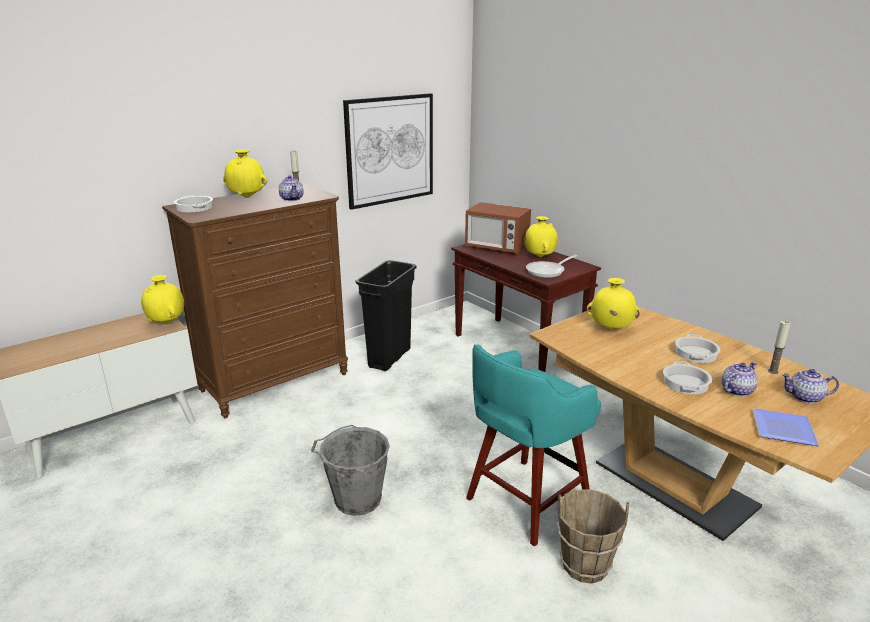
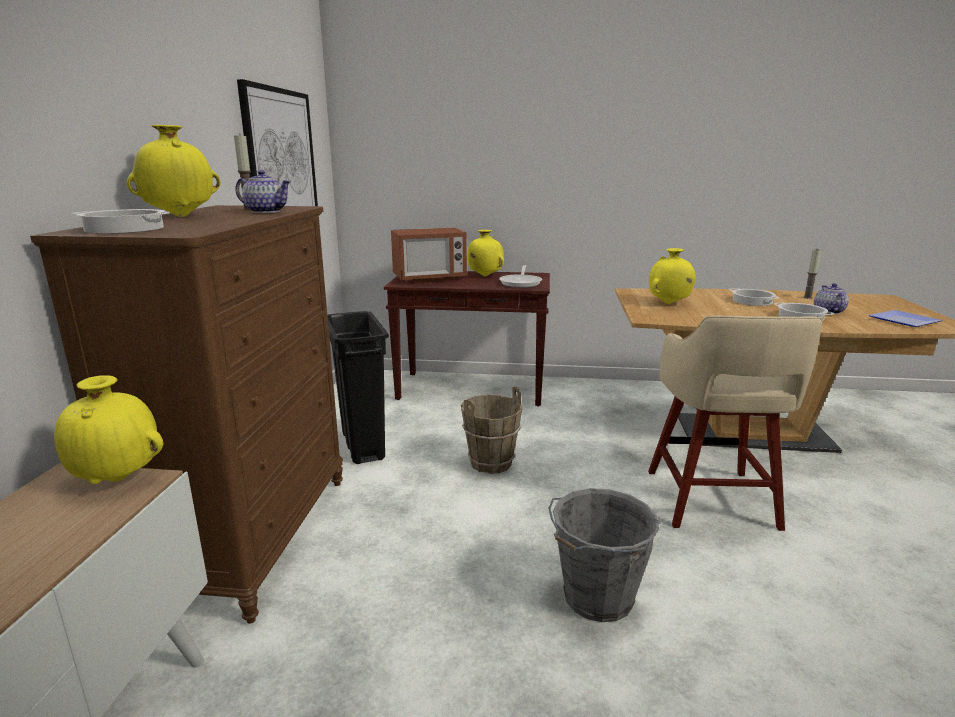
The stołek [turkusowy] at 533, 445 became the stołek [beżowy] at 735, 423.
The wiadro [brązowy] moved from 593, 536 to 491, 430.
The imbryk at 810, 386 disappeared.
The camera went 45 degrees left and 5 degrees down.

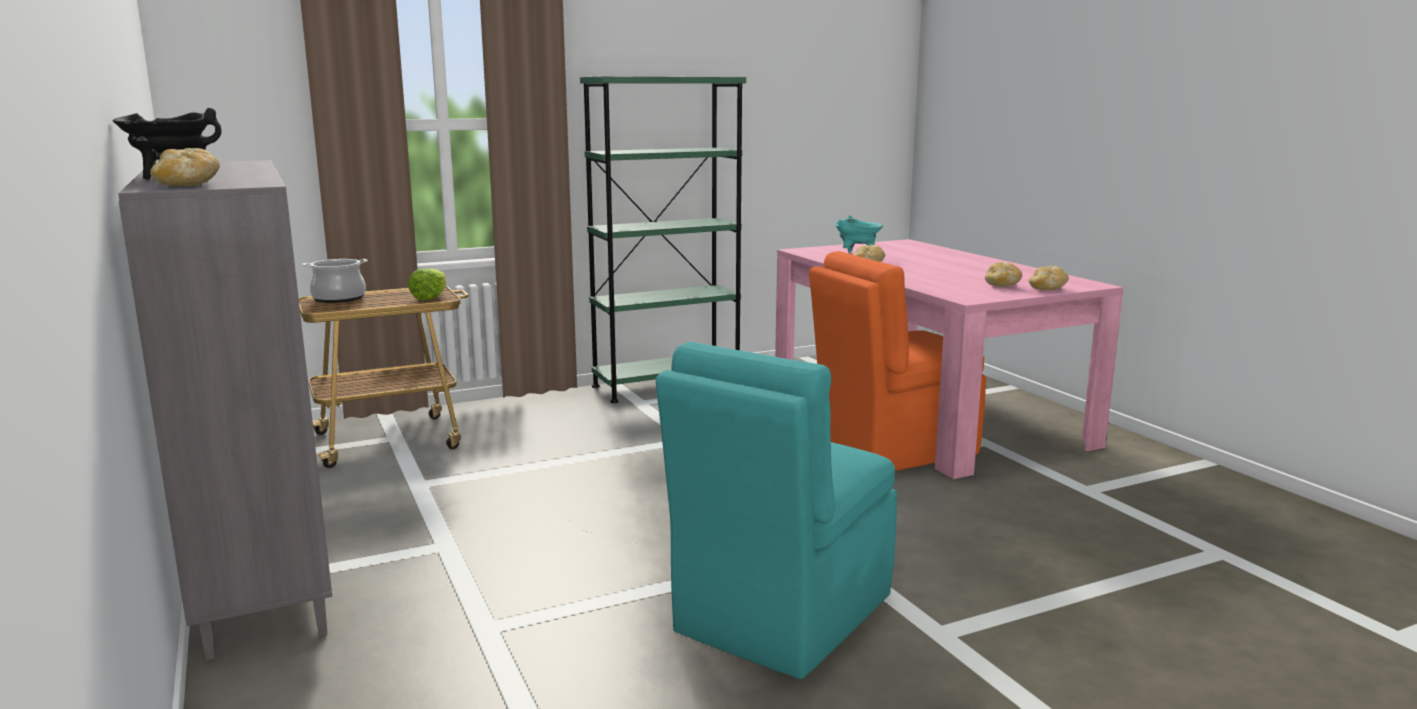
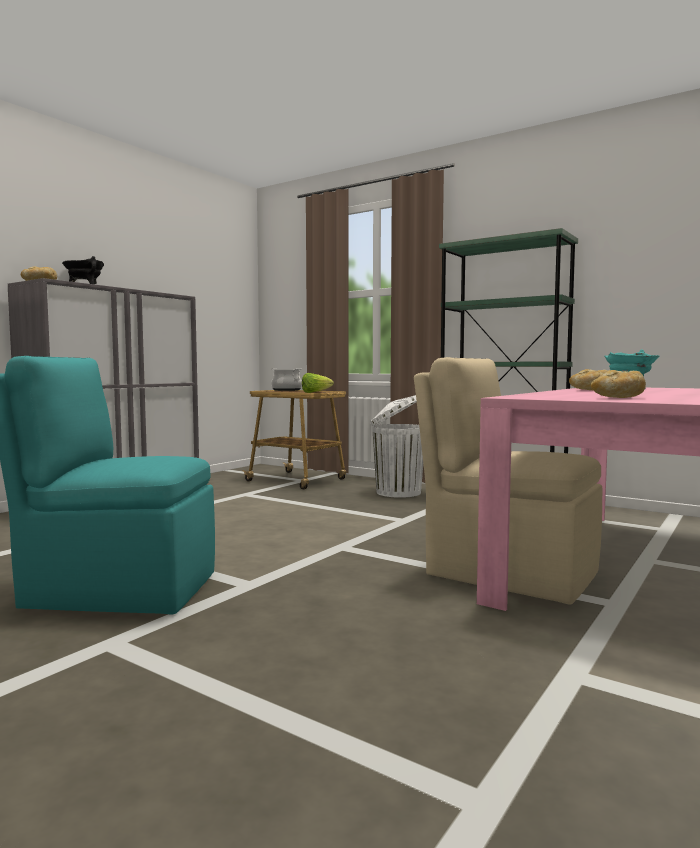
The krzesło [pomarańczowy] at 897, 361 became the krzesło [beżowy] at 508, 481.
The chleb at 1049, 278 disappeared.
The kosz na śmieci [biały] at 396, 446 appeared.
The camera went 60 degrees right and 10 degrees down.

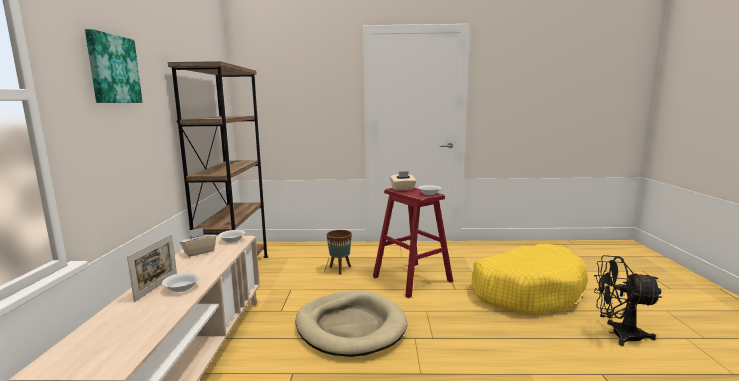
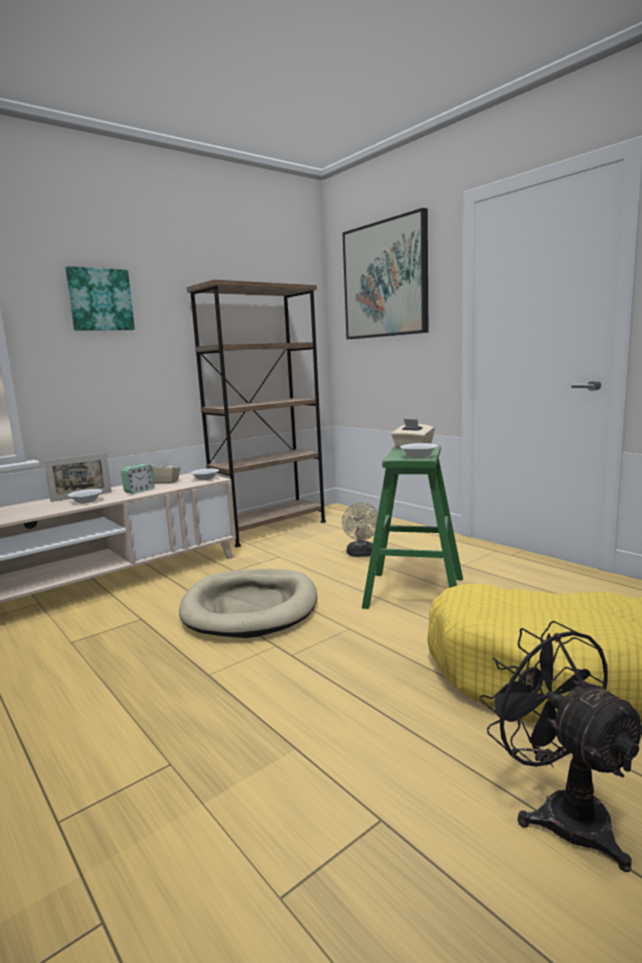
The donica [brązowy] at 339, 252 was replaced by the wentylator [beżowy] at 360, 529.
The stołek [czerwony] at 413, 243 became the stołek [zielony] at 412, 527.
The budzik at 138, 479 appeared.
The obraz at 385, 273 appeared.
The camera went 50 degrees right and 0 degrees up.

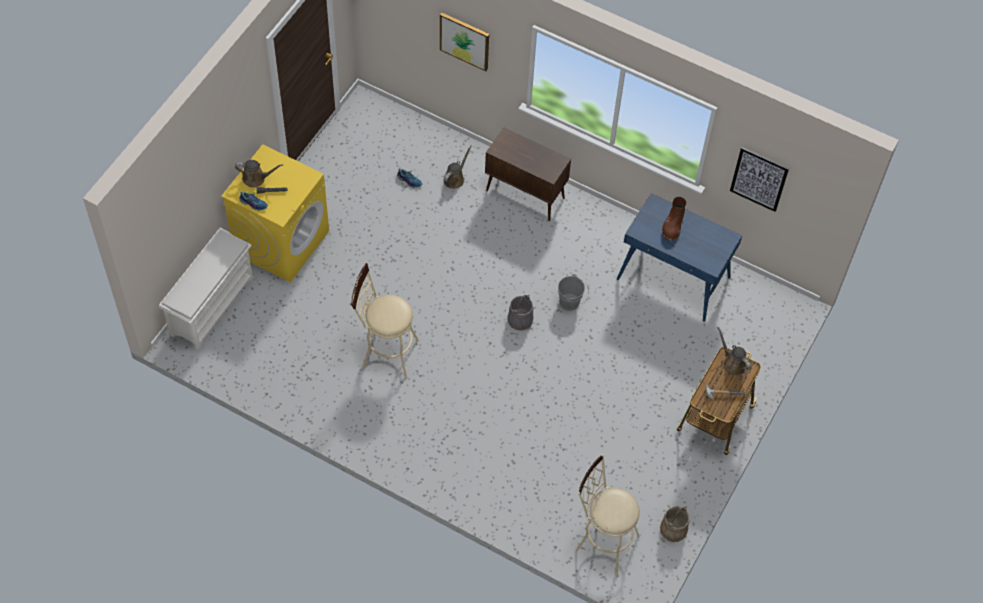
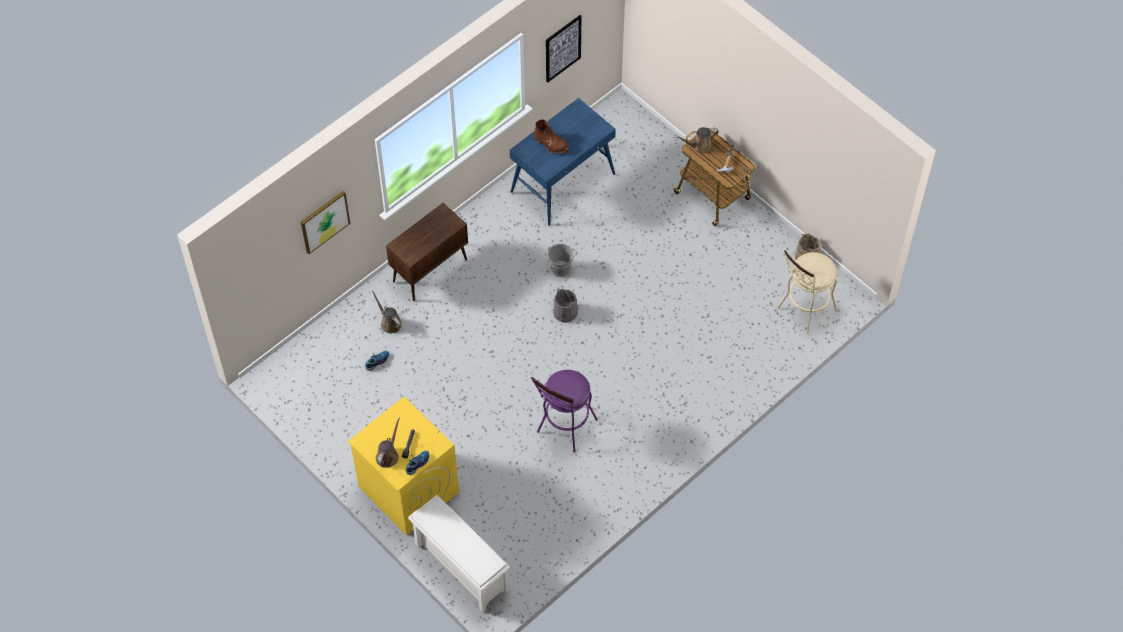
The stołek [beżowy] at 385, 320 became the stołek [fioletowy] at 564, 411.
The camera went 70 degrees left and 0 degrees up.

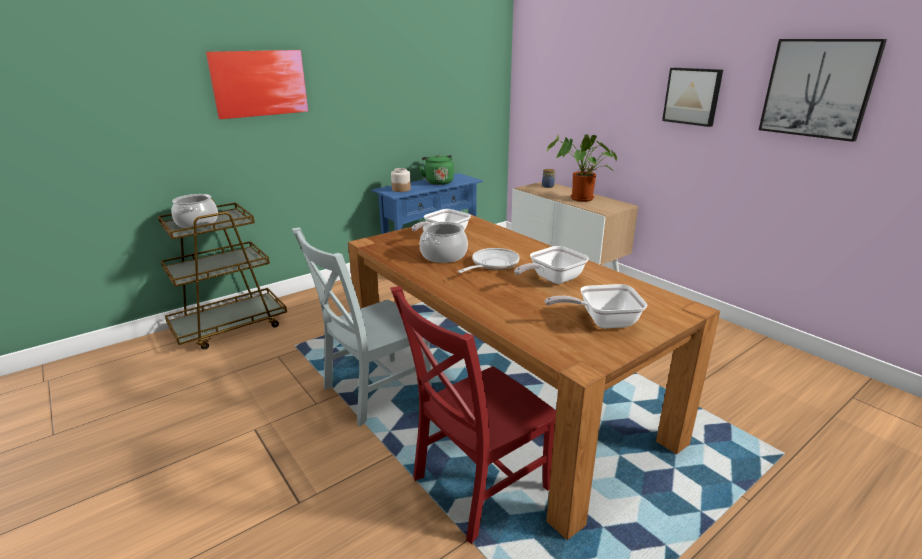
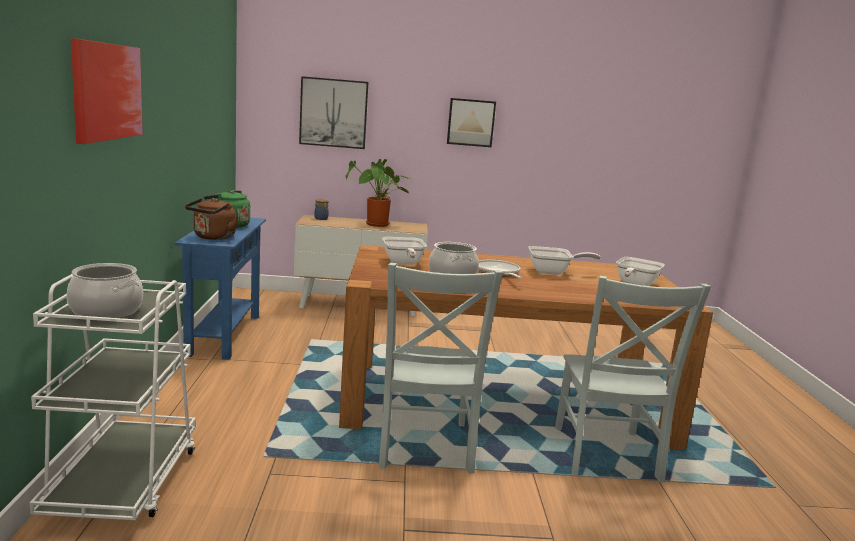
The wózek [brązowy] at 222, 274 became the wózek [biały] at 112, 397.
The krzesło [czerwony] at 473, 415 became the krzesło [szary] at 633, 379.
The słoik at 401, 180 was replaced by the czajnik [brązowy] at 211, 219.
The patelnia at 551, 265 turned 90 degrees counterclockwise.
The obraz moved from 823, 90 to 333, 112.
The camera went 55 degrees left and 10 degrees down.

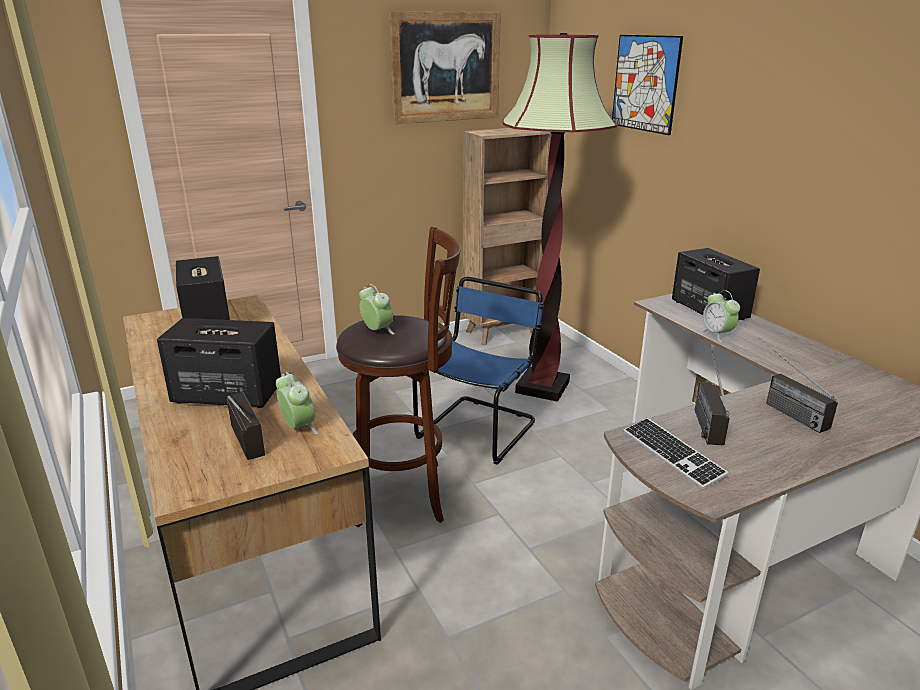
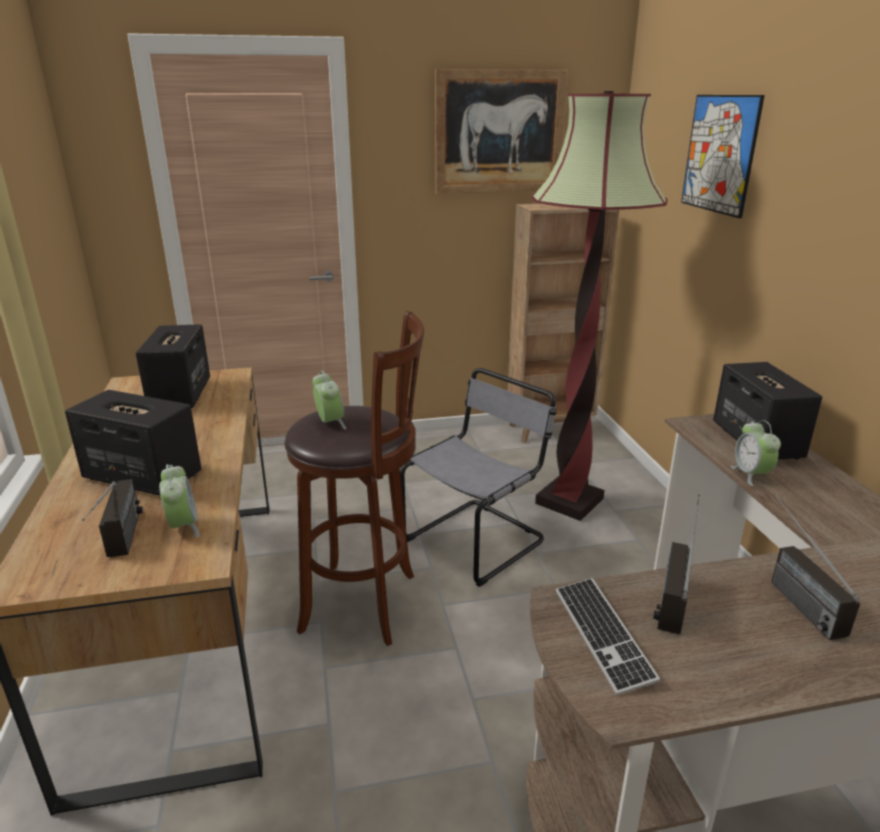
The krzesło [niebieski] at 478, 371 became the krzesło [szary] at 478, 477.
The camera went 15 degrees right and 0 degrees up.

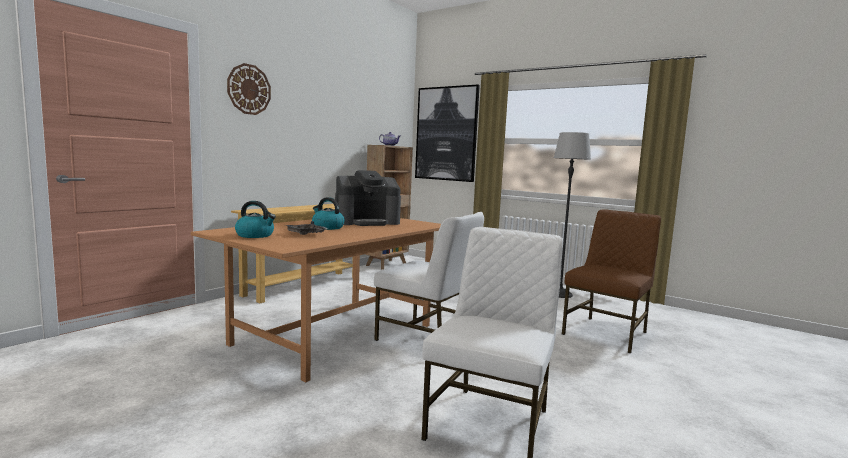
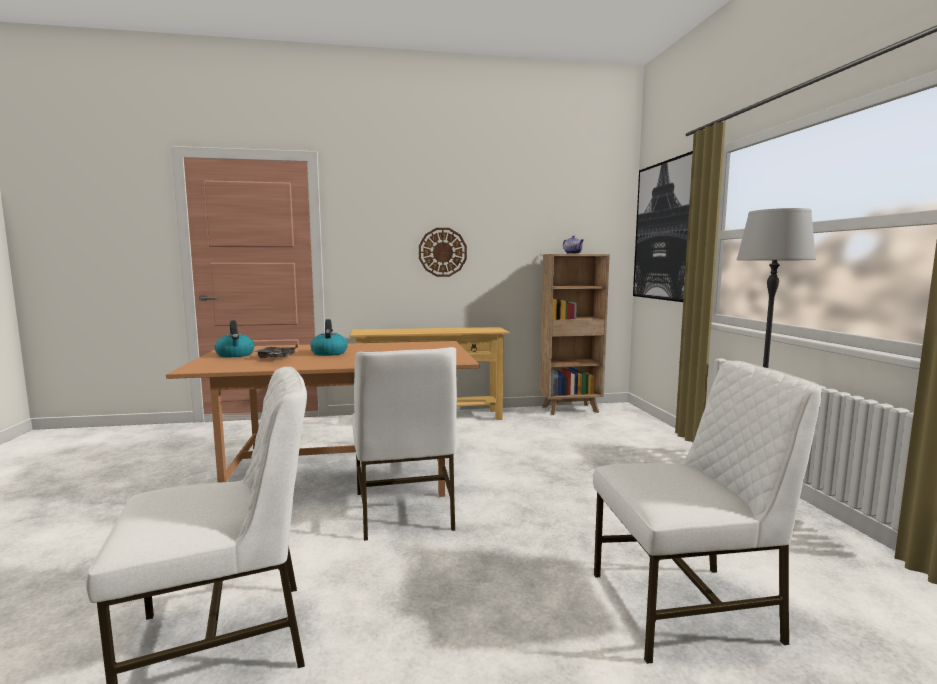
The zegar ścienny moved from 249, 89 to 443, 252.
The ekspres do kawy at 368, 198 disappeared.
The krzesło [brązowy] at 611, 281 became the krzesło [biały] at 707, 512.
The camera went 45 degrees right and 0 degrees up.

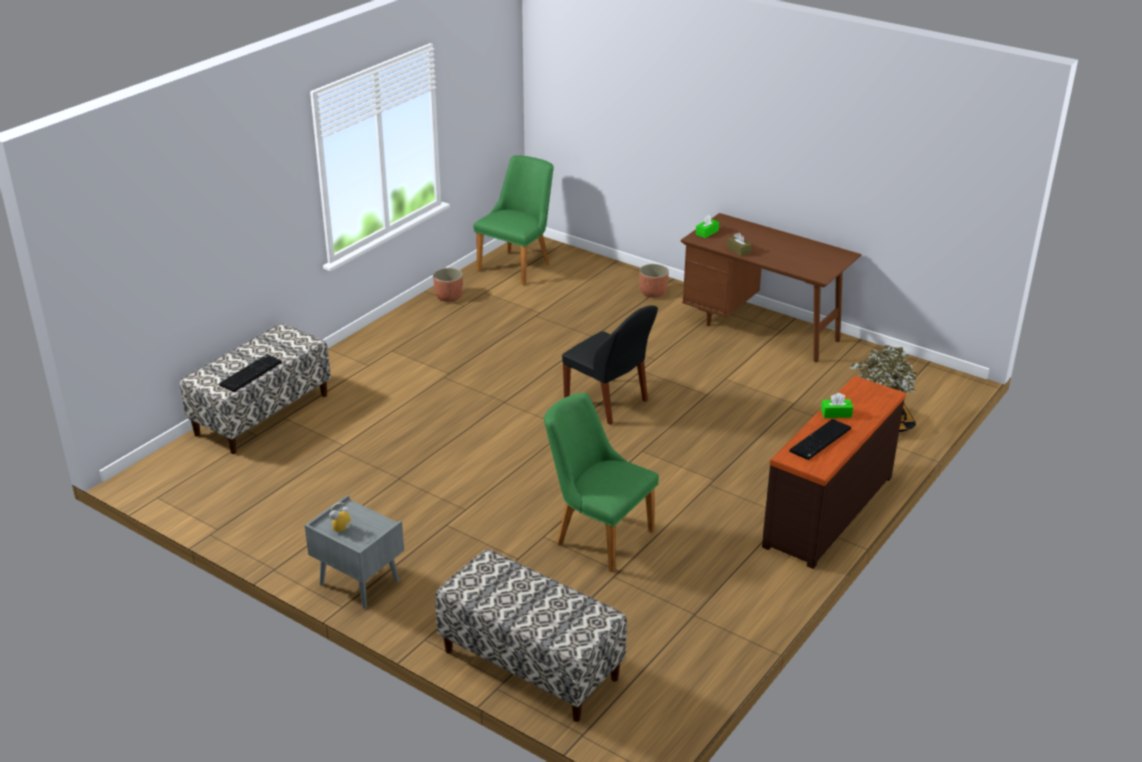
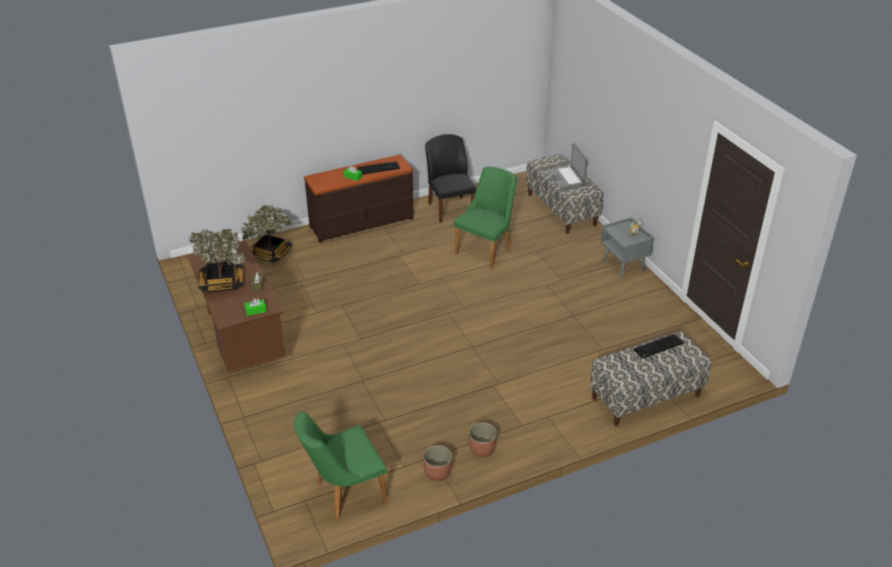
The krzesło [zielony] at 601, 483 turned 120 degrees counterclockwise.
The krzesło [czarny] moved from 610, 365 to 450, 178.
The donica moved from 654, 281 to 483, 440.
The roślina doniczkowa at 216, 260 appeared.
The laptop at 567, 165 appeared.
The camera went 150 degrees left and 5 degrees up.

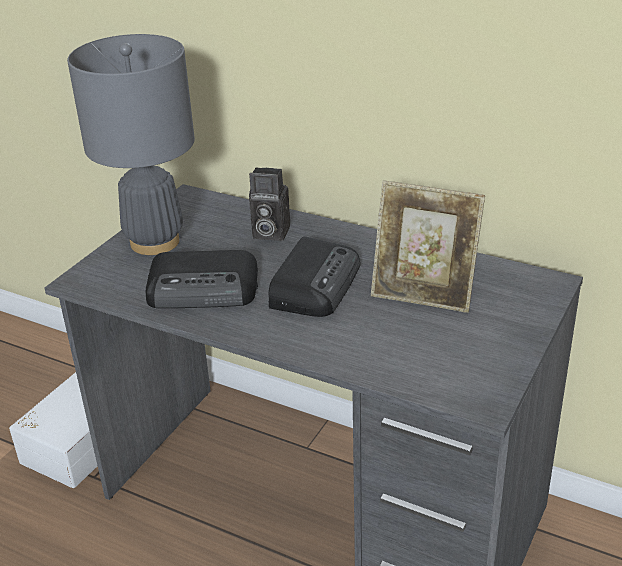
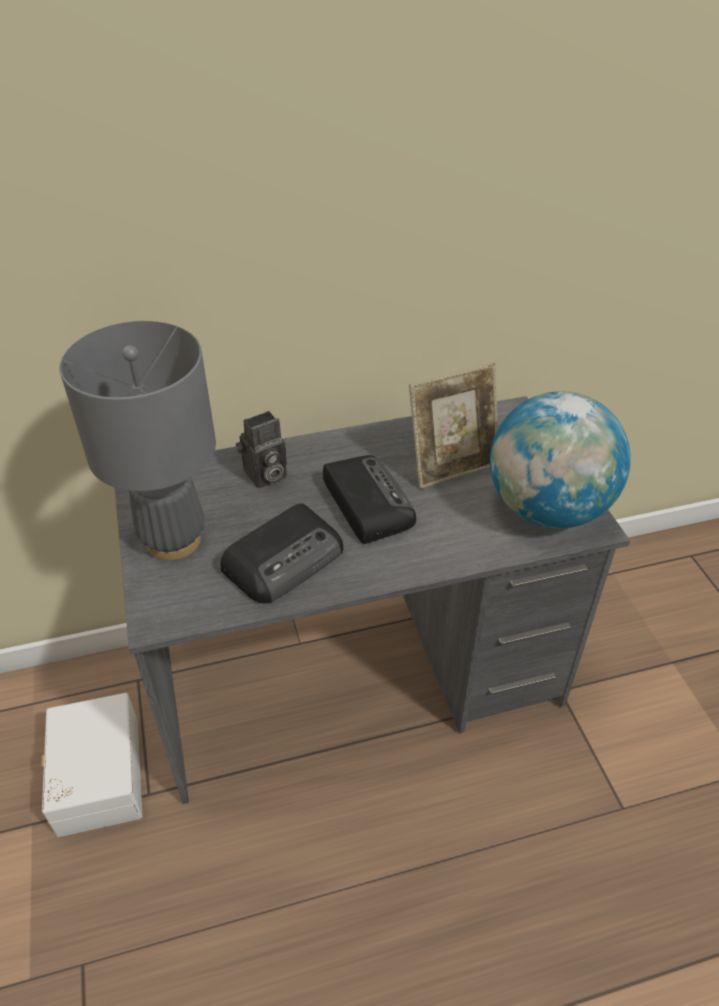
The globus at 560, 460 appeared.
The camera went 45 degrees left and 10 degrees up.

